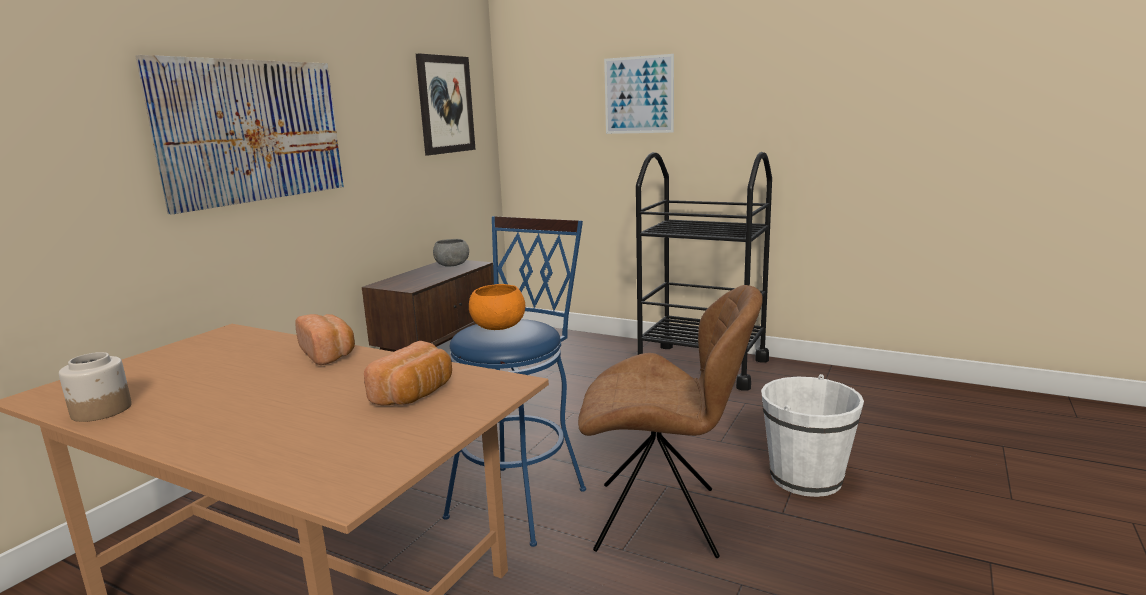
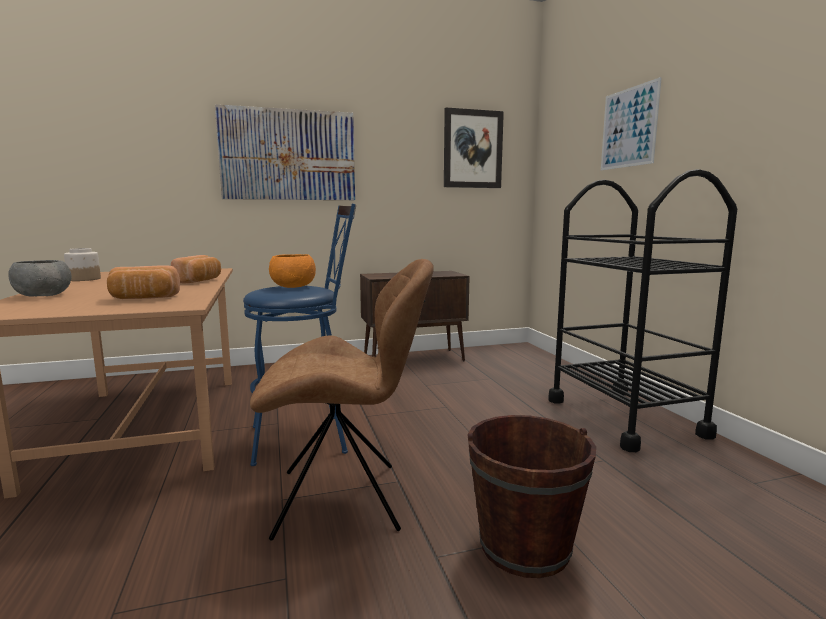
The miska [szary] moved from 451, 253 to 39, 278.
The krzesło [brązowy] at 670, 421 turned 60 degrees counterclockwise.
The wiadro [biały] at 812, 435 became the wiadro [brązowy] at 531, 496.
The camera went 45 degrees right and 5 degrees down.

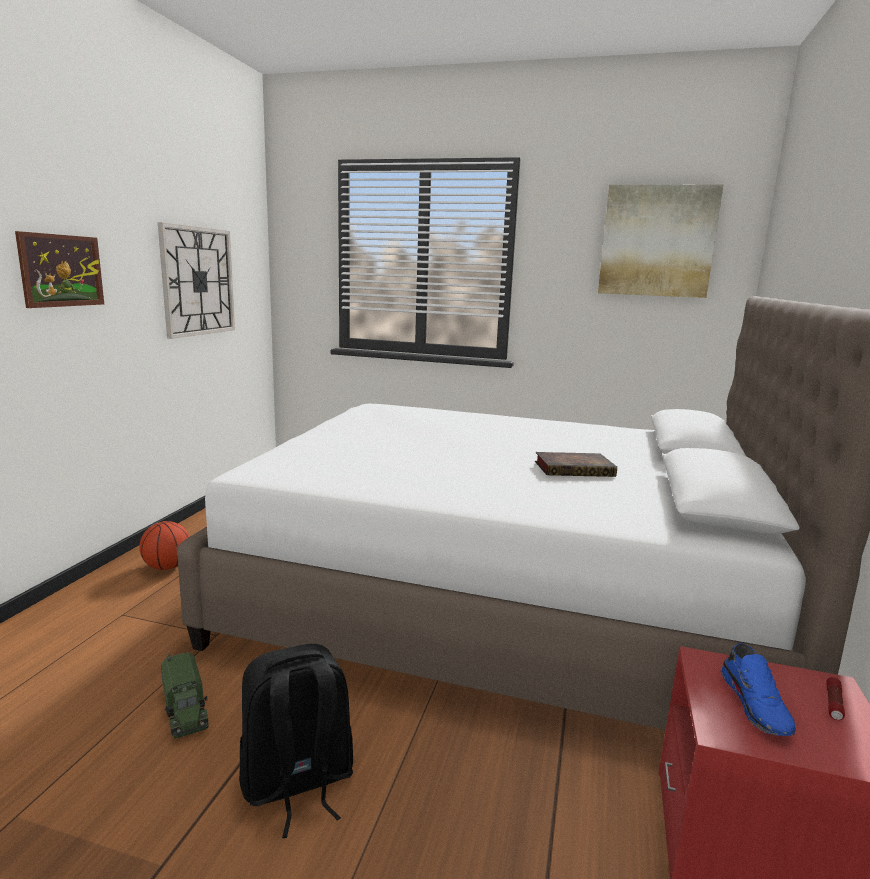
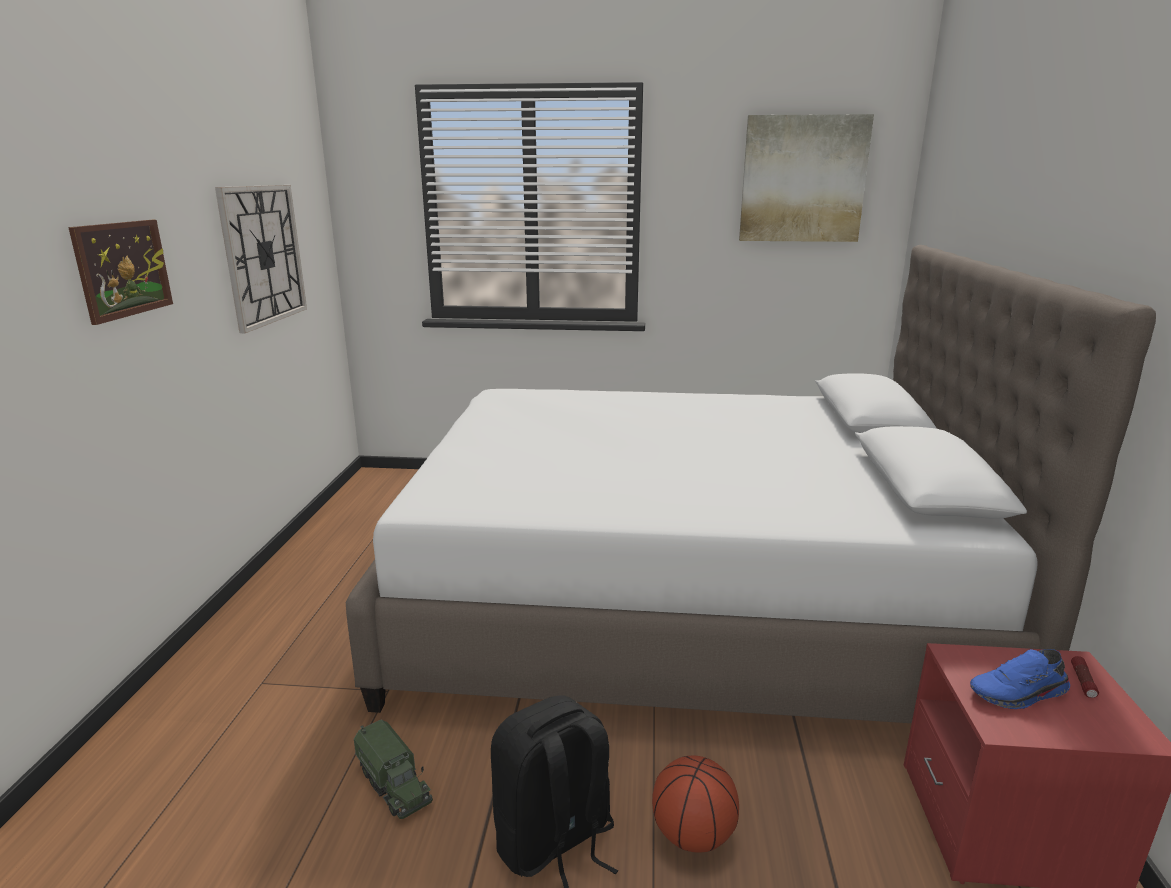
The piłka do koszykówki moved from 164, 545 to 695, 804.
The książka at 576, 464 disappeared.
The but [niebieski] at 758, 689 turned 90 degrees clockwise.
The camera went 10 degrees left and 5 degrees up.

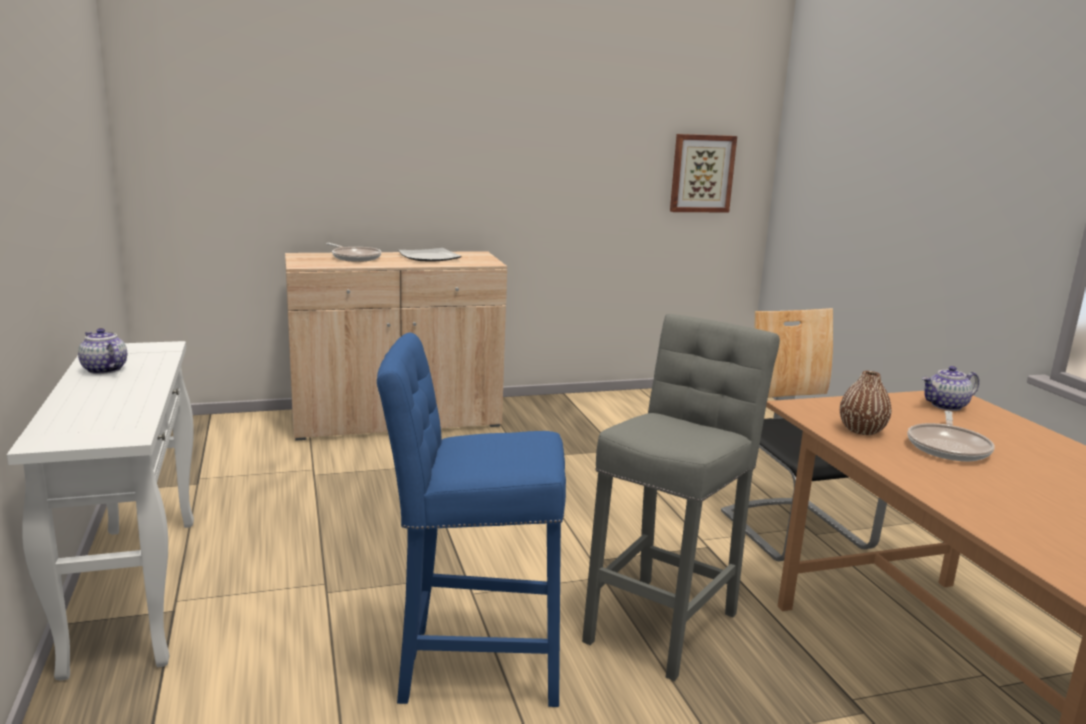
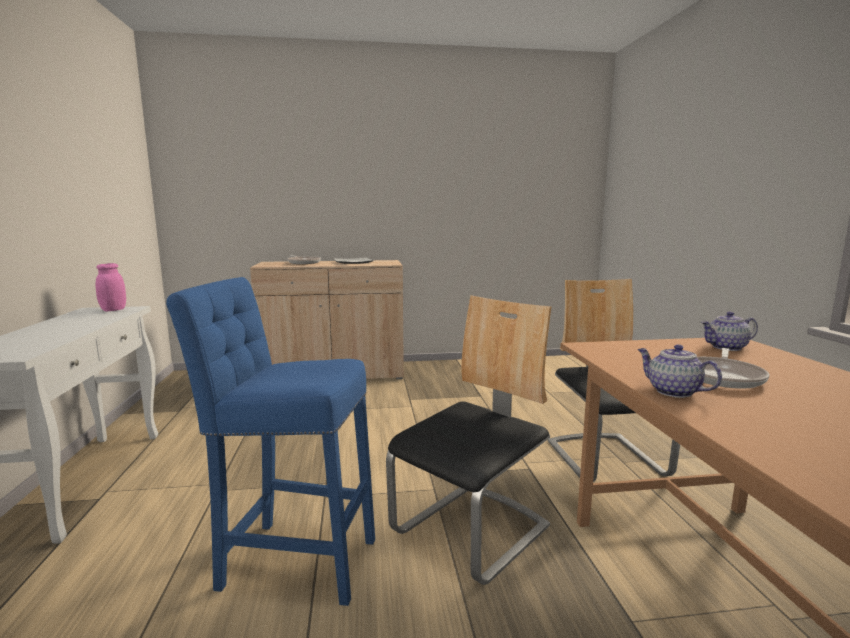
The imbryk moved from 102, 351 to 680, 371.
The stołek [szary] at 681, 497 was replaced by the krzesło at 468, 440.
The obraz at 703, 173 disappeared.
The wazon [brązowy] at 866, 403 disappeared.
The słoik [różowy] at 111, 287 appeared.
The camera went 10 degrees right and 5 degrees down.

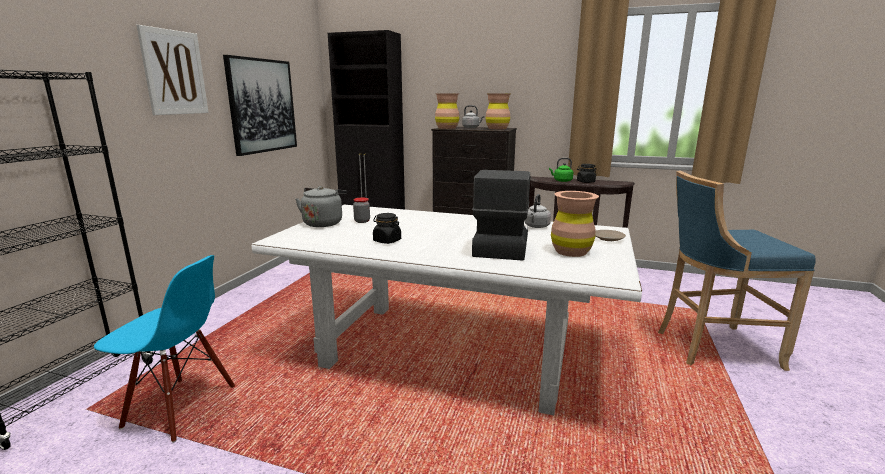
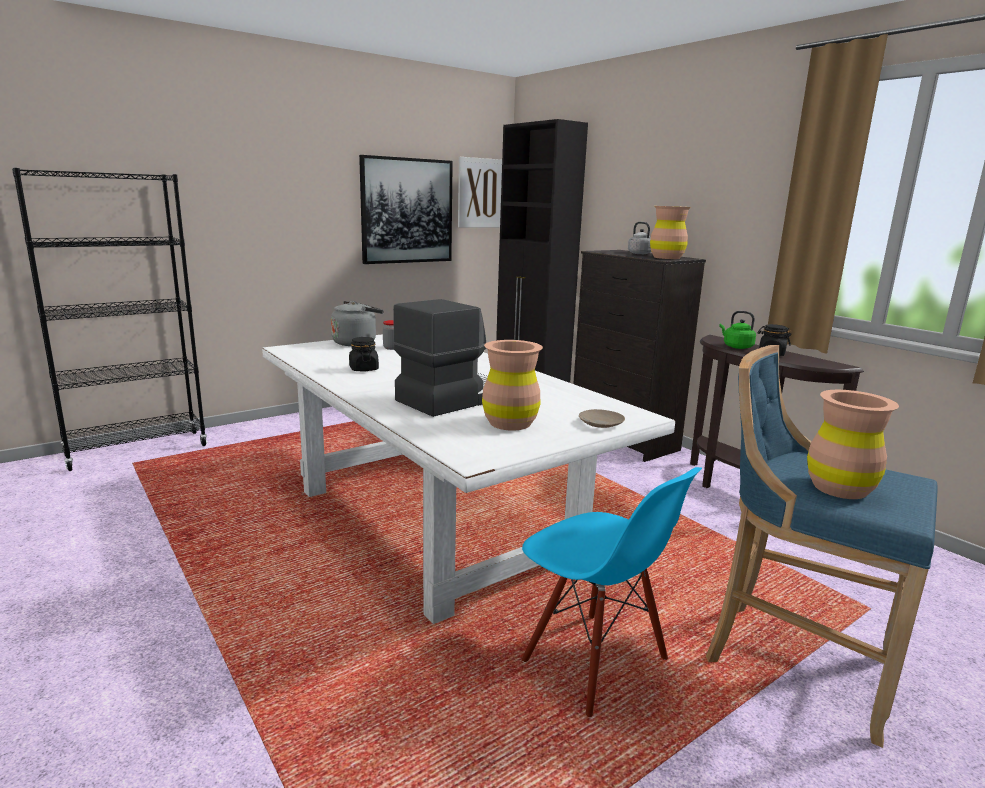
The krzesło [niebieski] moved from 164, 349 to 611, 592.
The obraz moved from 172, 70 to 480, 192.
The wazon [brązowy] moved from 447, 111 to 853, 444.
The czajnik [szary] at 537, 211 disappeared.
The camera went 35 degrees right and 0 degrees up.

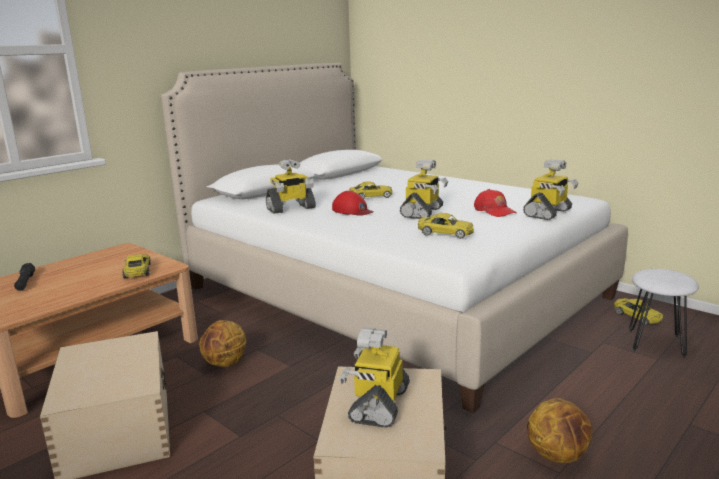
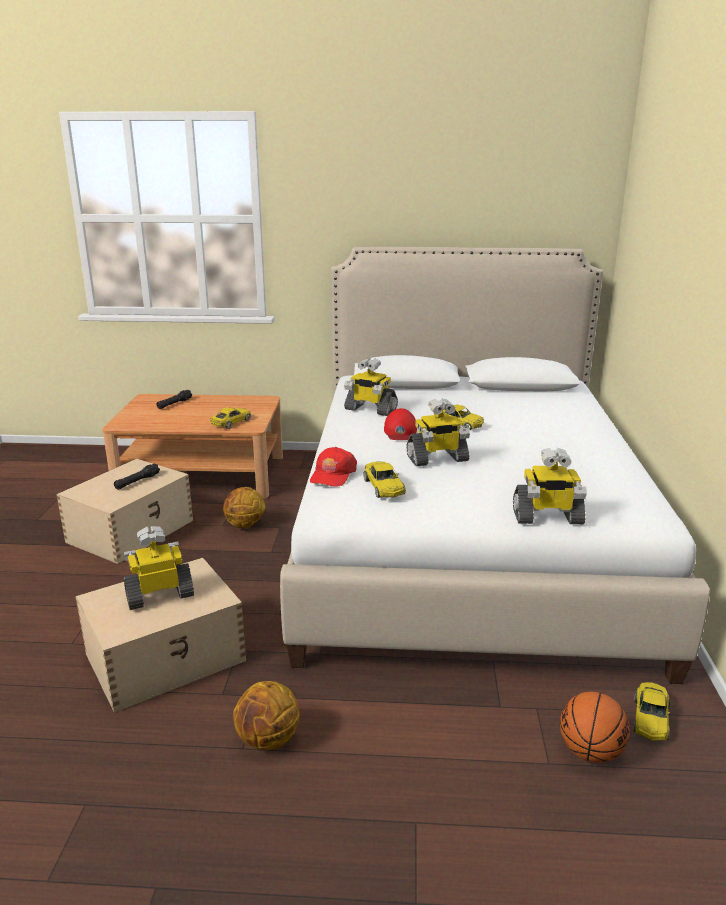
The czapka z daszkiem [czerwony] moved from 495, 203 to 333, 467.
The stołek [biały] at 664, 313 was replaced by the piłka do koszykówki at 595, 727.
The latarka [czarny] at 137, 477 appeared.
The camera went 50 degrees right and 5 degrees up.

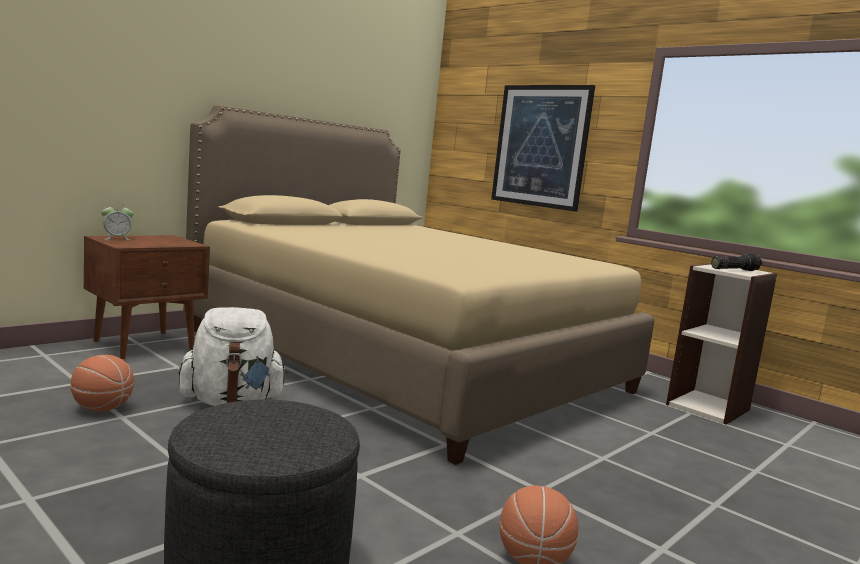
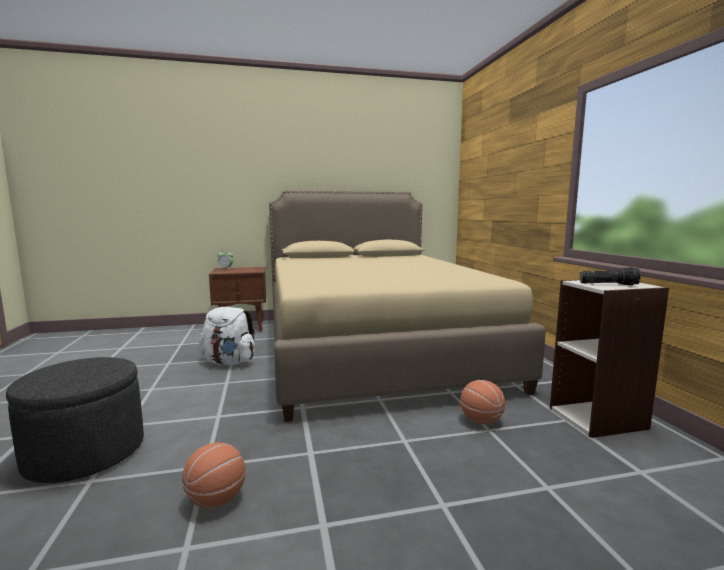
The piłka do koszykówki moved from 102, 383 to 482, 402.
The obraz at 543, 148 disappeared.
The camera went 35 degrees right and 0 degrees up.

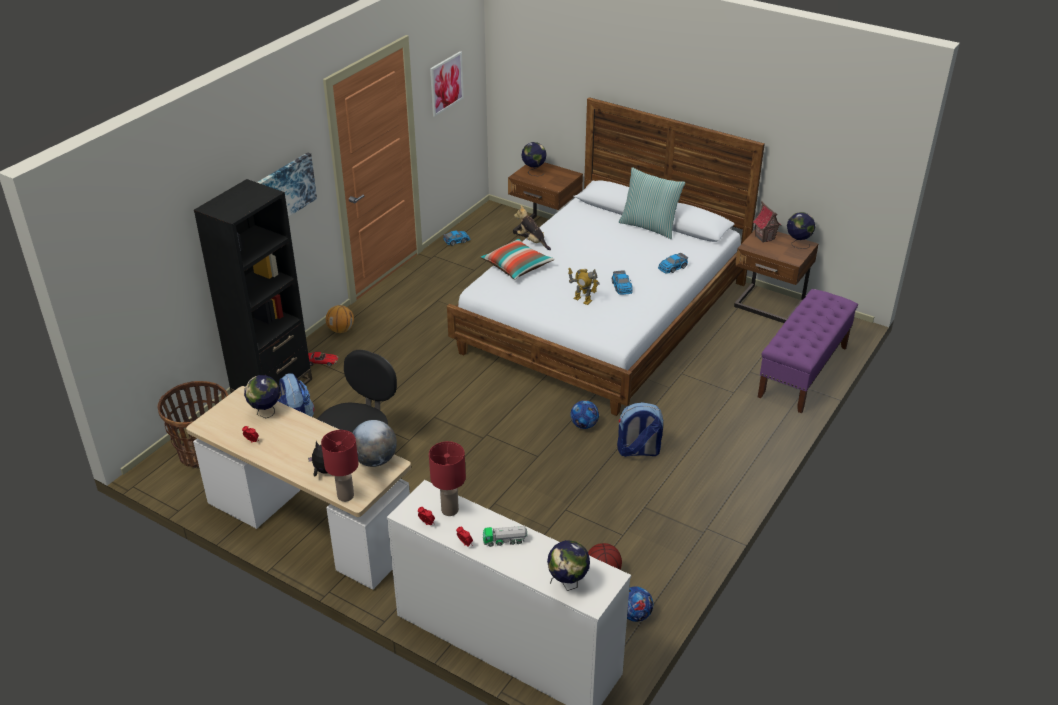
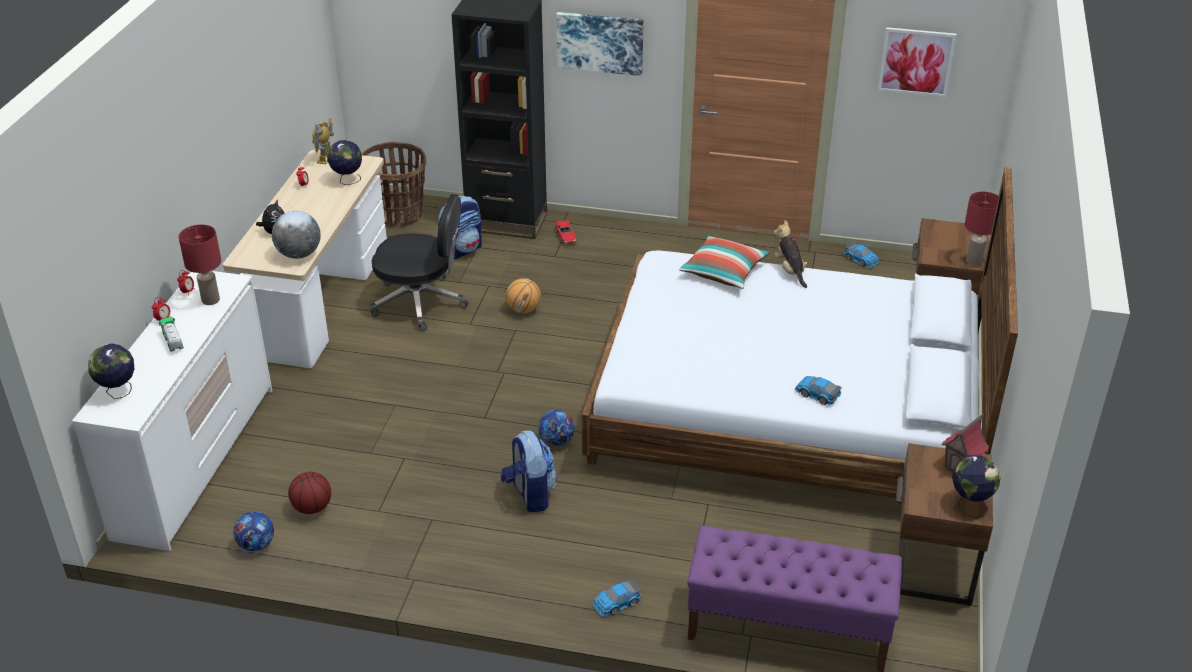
The lampa stołowa [czerwony] moved from 340, 466 to 982, 229.
The piłka do koszykówki moved from 340, 319 to 523, 295.
The pluszak at 532, 227 turned 45 degrees counterclockwise.
The globus at 534, 159 disappeared.
The robot zabawkowy moved from 583, 286 to 323, 141.
The samochodzik moved from 622, 282 to 617, 598.
The poduszka at 652, 203 disappeared.
The camera went 70 degrees right and 0 degrees up.

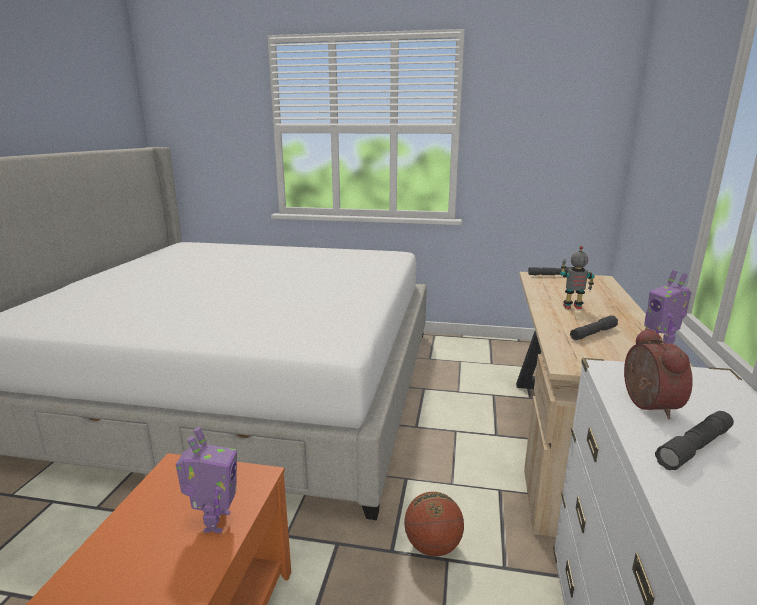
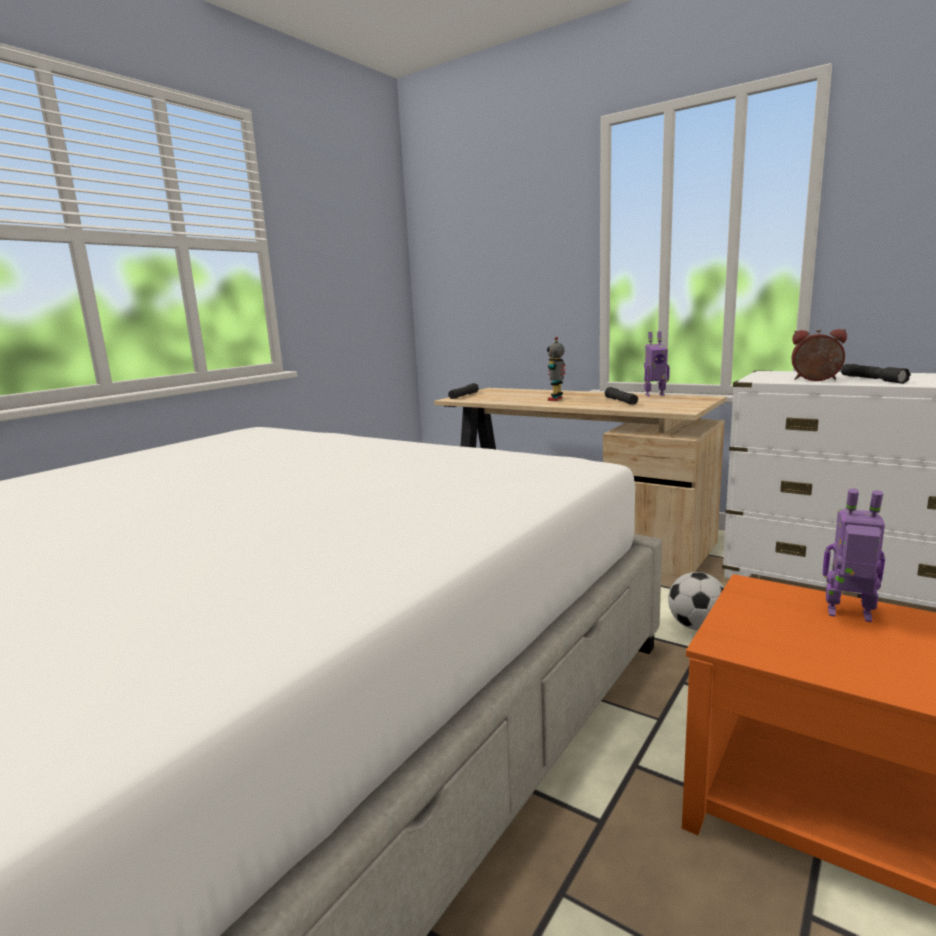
The piłka do koszykówki at 434, 524 was replaced by the piłka futbolowa at 696, 601.
The camera went 65 degrees left and 5 degrees down.

